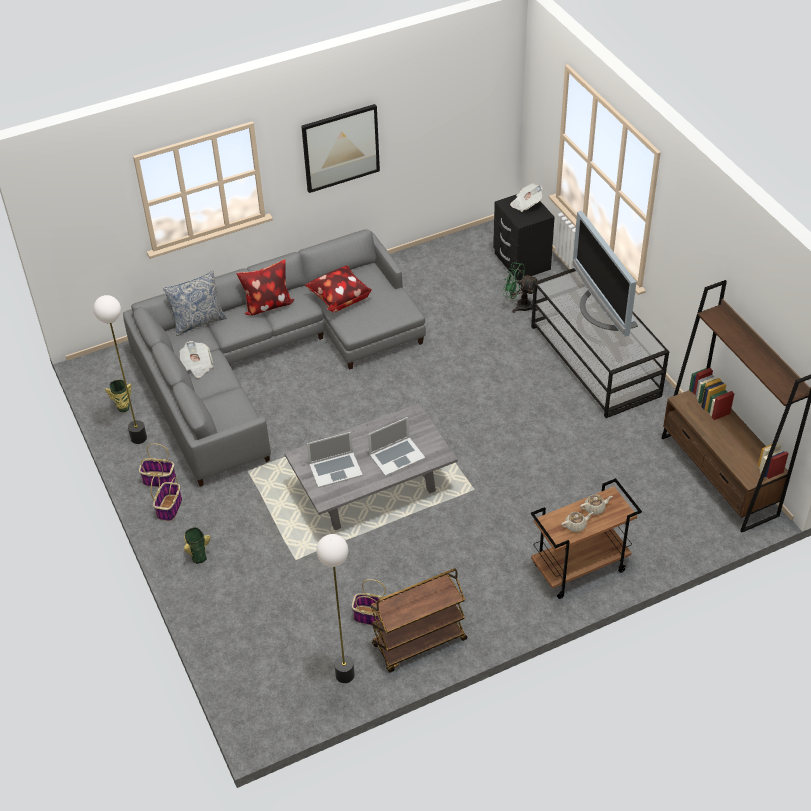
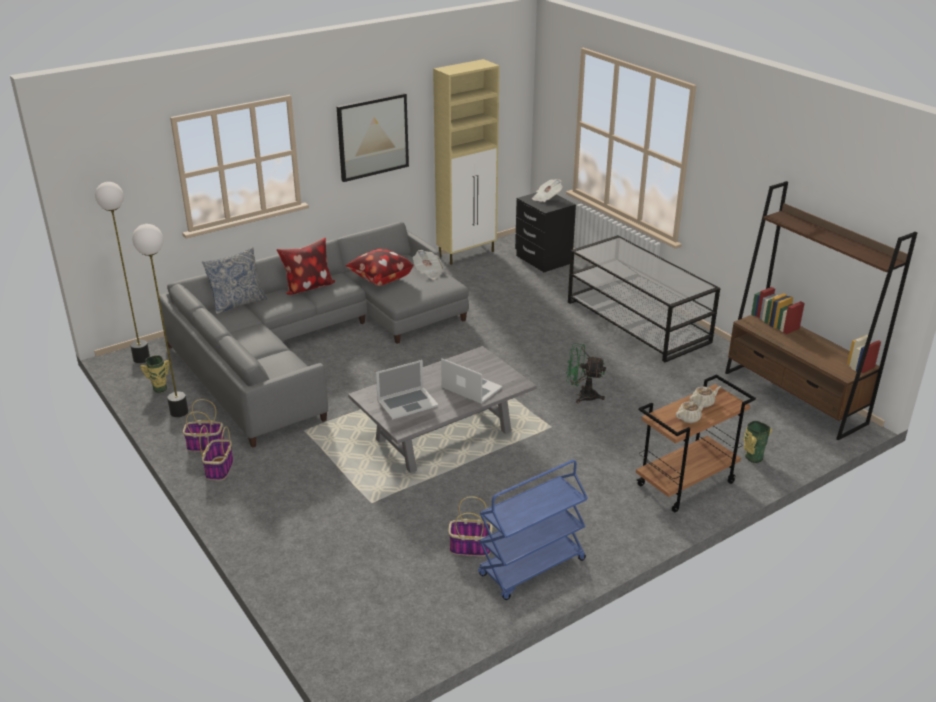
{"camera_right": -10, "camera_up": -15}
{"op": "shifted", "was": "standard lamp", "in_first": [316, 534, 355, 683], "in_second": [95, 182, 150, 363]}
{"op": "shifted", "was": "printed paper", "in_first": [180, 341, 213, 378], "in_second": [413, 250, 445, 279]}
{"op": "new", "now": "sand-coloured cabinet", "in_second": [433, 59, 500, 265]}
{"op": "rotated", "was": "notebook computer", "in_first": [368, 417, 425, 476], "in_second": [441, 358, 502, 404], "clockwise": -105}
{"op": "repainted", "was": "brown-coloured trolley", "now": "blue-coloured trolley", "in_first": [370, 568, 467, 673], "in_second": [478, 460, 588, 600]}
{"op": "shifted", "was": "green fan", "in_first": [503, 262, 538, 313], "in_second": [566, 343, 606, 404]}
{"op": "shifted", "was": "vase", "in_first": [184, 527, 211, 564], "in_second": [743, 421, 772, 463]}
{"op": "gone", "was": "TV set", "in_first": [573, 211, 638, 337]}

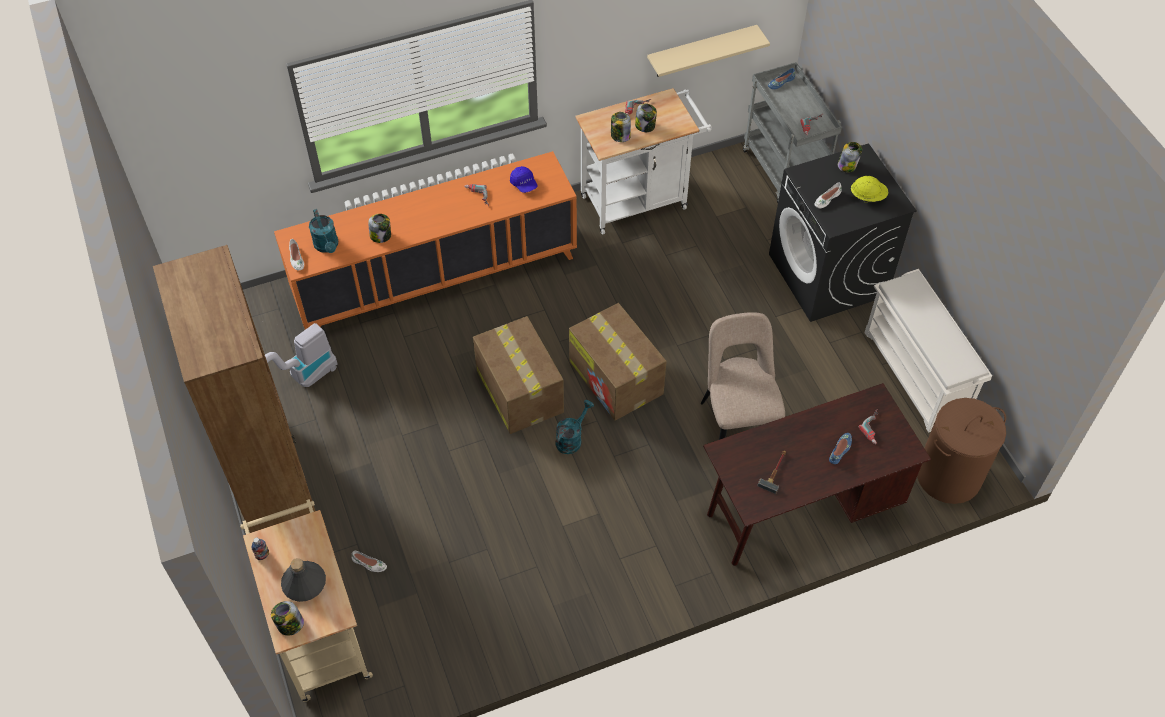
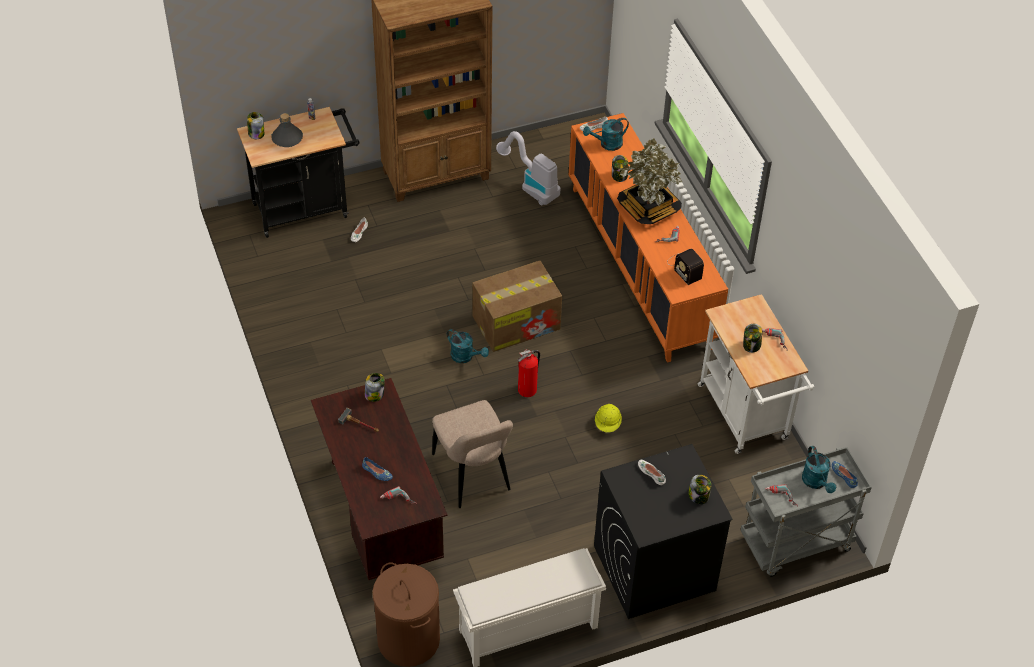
{"camera_right": 90, "camera_up": -5}
{"op": "repainted", "was": "sand-coloured trolley", "now": "blackish trolley", "in_first": [240, 499, 373, 702], "in_second": [237, 107, 359, 238]}
{"op": "shifted", "was": "storage jar", "in_first": [611, 112, 631, 142], "in_second": [365, 373, 385, 402]}
{"op": "rotated", "was": "sand-coloured plain chair", "in_first": [701, 312, 785, 440], "in_second": [432, 400, 513, 508], "clockwise": 75}
{"op": "swapped", "was": "packing box", "now": "extinguisher", "in_first": [569, 303, 667, 421], "in_second": [518, 349, 540, 397]}
{"op": "shifted", "was": "yellow hard hat", "in_first": [851, 176, 889, 203], "in_second": [595, 404, 622, 433]}
{"op": "new", "now": "houseplant", "in_second": [617, 138, 682, 224]}
{"op": "swapped", "was": "blue-coloured cap", "now": "radio", "in_first": [510, 166, 538, 193], "in_second": [667, 249, 704, 285]}
{"op": "new", "now": "turquoise-coloured watering pot", "in_second": [802, 446, 836, 493]}
{"op": "gone", "was": "sand-coloured shelf", "in_first": [647, 25, 770, 77]}

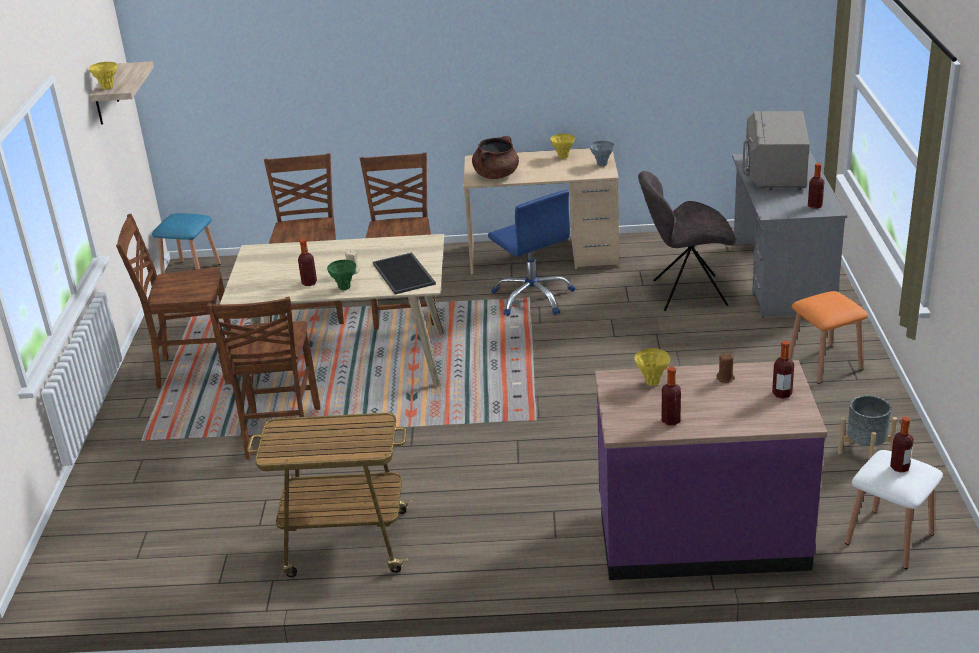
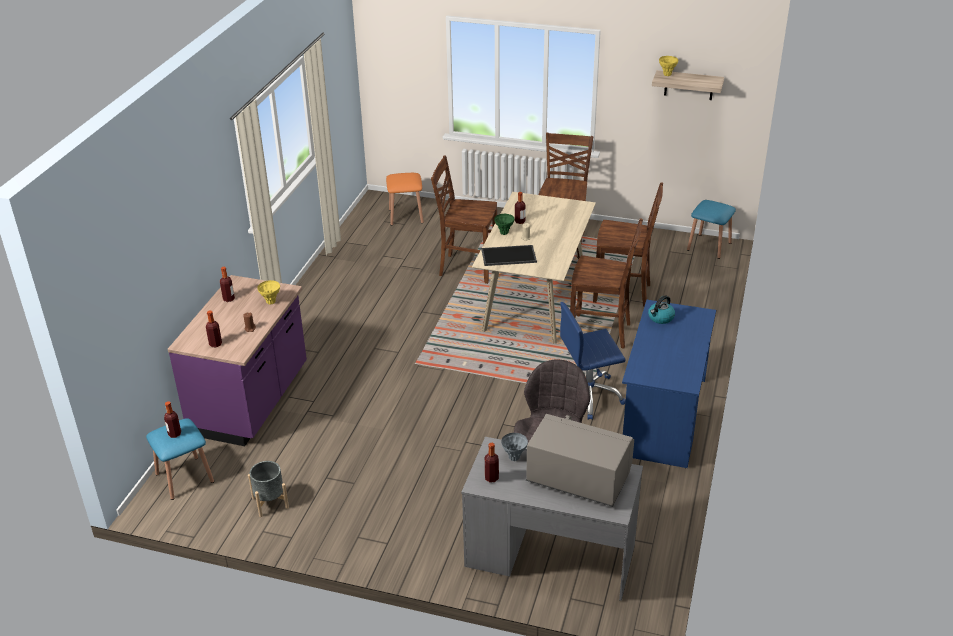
{"camera_right": 105, "camera_up": 5}
{"op": "repainted", "was": "white sitting stool", "now": "blue-coloured sitting stool", "in_first": [845, 450, 943, 569], "in_second": [146, 418, 214, 500]}
{"op": "shifted", "was": "orange-coloured sitting stool", "in_first": [789, 291, 868, 384], "in_second": [386, 173, 424, 226]}
{"op": "shifted", "was": "grey vase", "in_first": [590, 141, 614, 166], "in_second": [501, 433, 528, 461]}
{"op": "repainted", "was": "sand-coloured desk unit", "now": "blue-coloured desk unit", "in_first": [464, 148, 619, 275], "in_second": [622, 300, 716, 468]}
{"op": "swapped", "was": "brown-coloured cooking pot", "now": "kettle", "in_first": [472, 136, 519, 179], "in_second": [648, 296, 675, 324]}
{"op": "gone", "was": "trolley", "in_first": [247, 413, 413, 578]}
{"op": "gone", "was": "yellow vase", "in_first": [550, 134, 575, 159]}

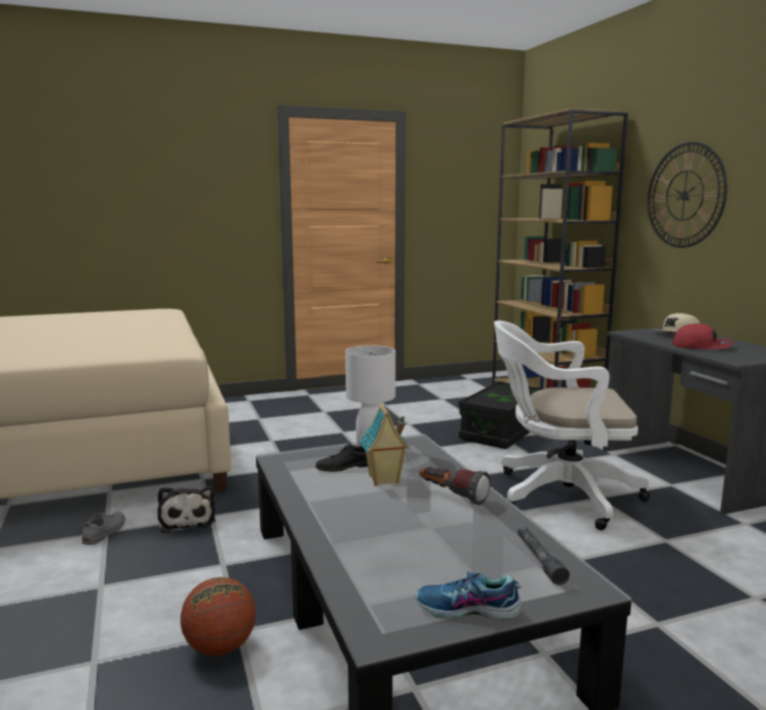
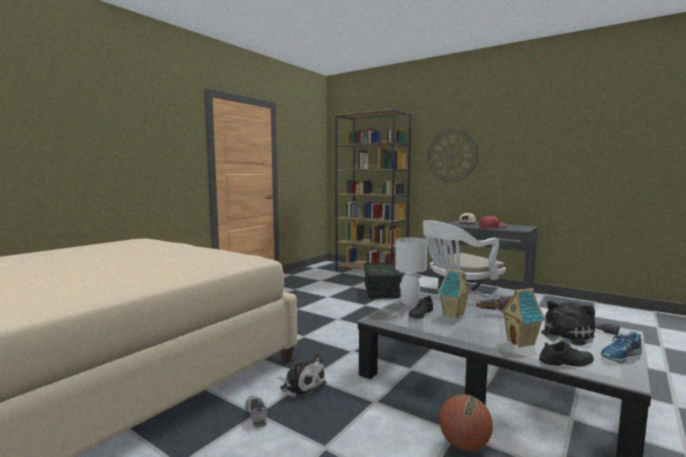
{"camera_right": -35, "camera_up": -5}
{"op": "new", "now": "toy house", "in_second": [501, 288, 545, 347]}
{"op": "new", "now": "blackish item of footwear", "in_second": [539, 341, 594, 367]}
{"op": "new", "now": "plush toy", "in_second": [541, 301, 595, 346]}

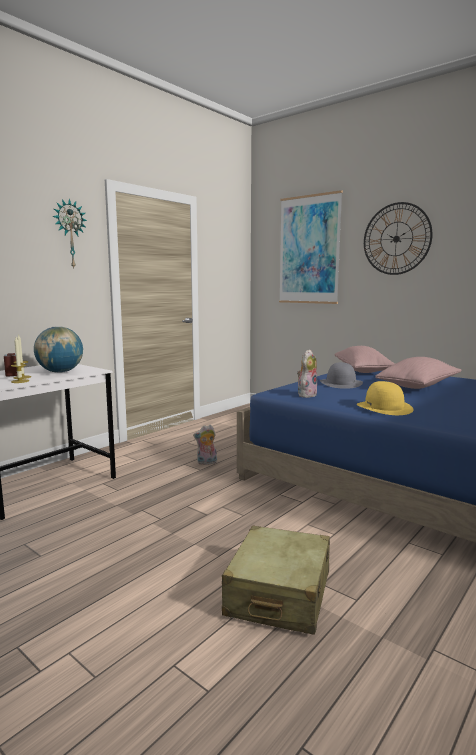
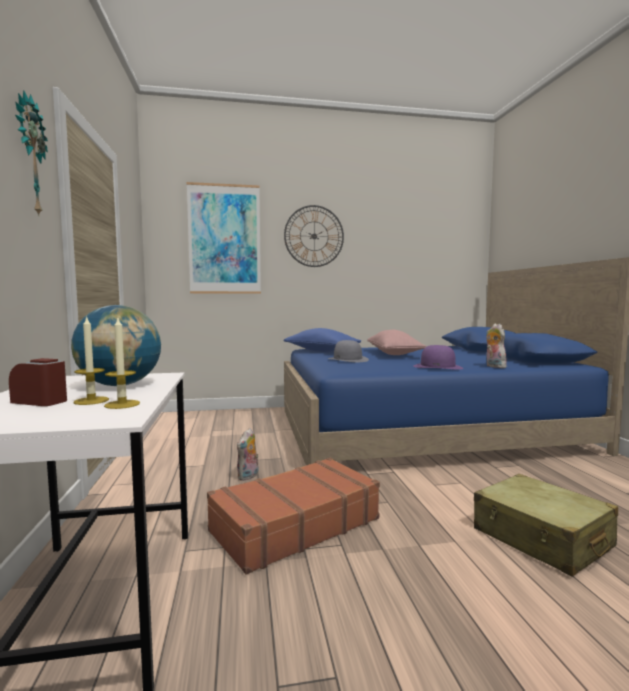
{"camera_right": -50, "camera_up": -5}
{"op": "new", "now": "brown-coloured suitcase", "in_second": [207, 457, 380, 575]}
{"op": "repainted", "was": "pinkish pillow", "now": "blue-coloured pillow", "in_first": [335, 346, 395, 373], "in_second": [284, 328, 361, 352]}
{"op": "repainted", "was": "yellow clothing hat", "now": "purple clothing hat", "in_first": [356, 381, 413, 415], "in_second": [413, 345, 463, 370]}
{"op": "shifted", "was": "plush toy", "in_first": [297, 349, 317, 398], "in_second": [486, 324, 507, 368]}

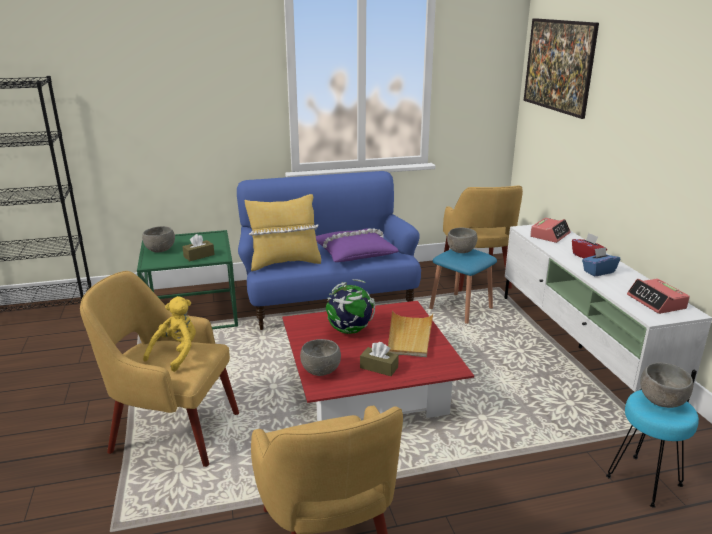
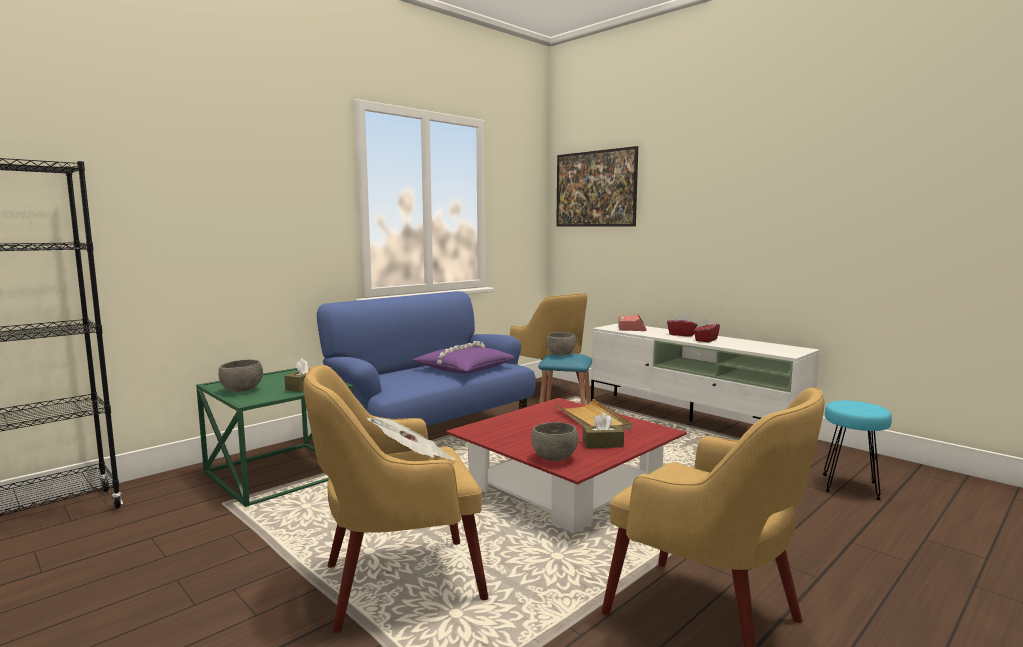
{"camera_right": -30, "camera_up": -15}
{"op": "swapped", "was": "yellow plush toy", "now": "printed paper", "in_first": [143, 296, 196, 372], "in_second": [367, 418, 456, 460]}
{"op": "repainted", "was": "blue-coloured tissue holder", "now": "red tissue holder", "in_first": [582, 247, 620, 277], "in_second": [693, 318, 720, 342]}
{"op": "gone", "was": "yellow pillow", "in_first": [245, 194, 321, 271]}
{"op": "gone", "was": "desk globe", "in_first": [326, 279, 375, 334]}
{"op": "gone", "was": "table clock", "in_first": [627, 278, 690, 314]}
{"op": "gone", "was": "grey bowl", "in_first": [640, 362, 693, 408]}

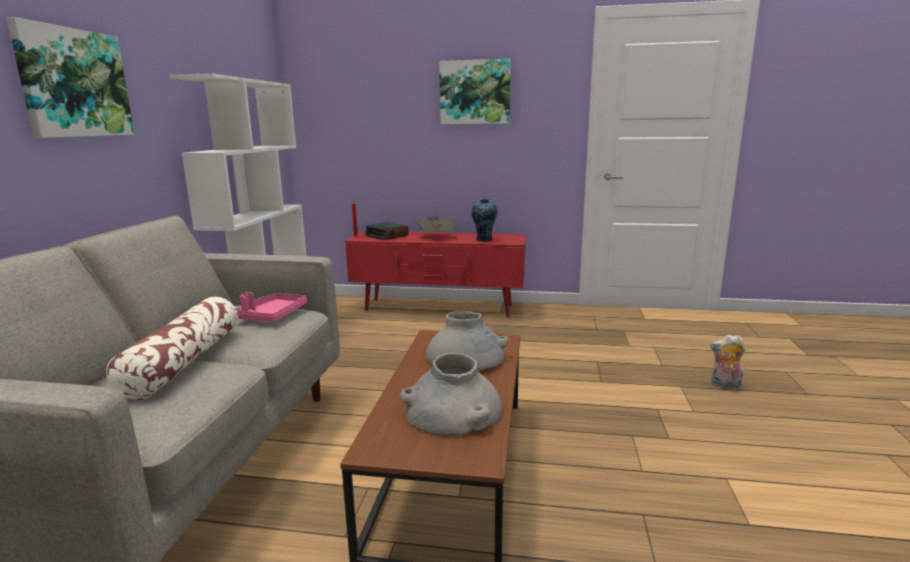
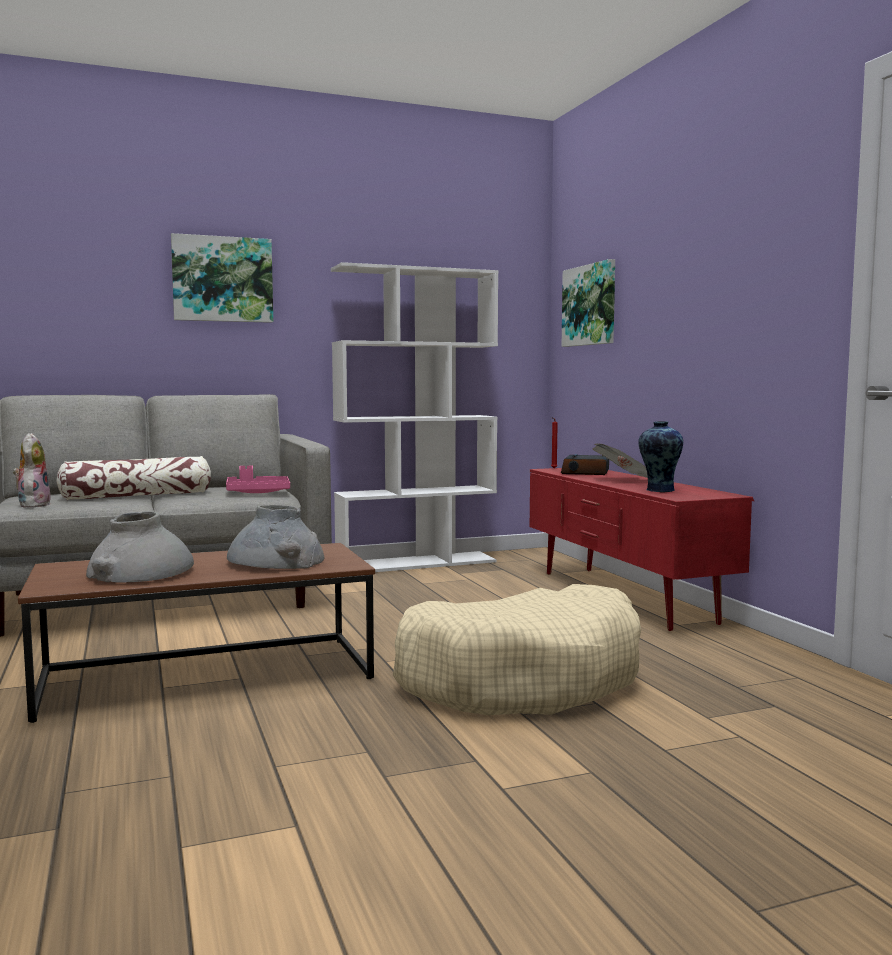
{"camera_right": 60, "camera_up": -10}
{"op": "shifted", "was": "plush toy", "in_first": [710, 335, 746, 390], "in_second": [13, 433, 51, 508]}
{"op": "new", "now": "sand-coloured pet bed", "in_second": [393, 584, 641, 715]}
{"op": "shifted", "was": "wall picture", "in_first": [439, 59, 511, 124], "in_second": [562, 259, 615, 347]}

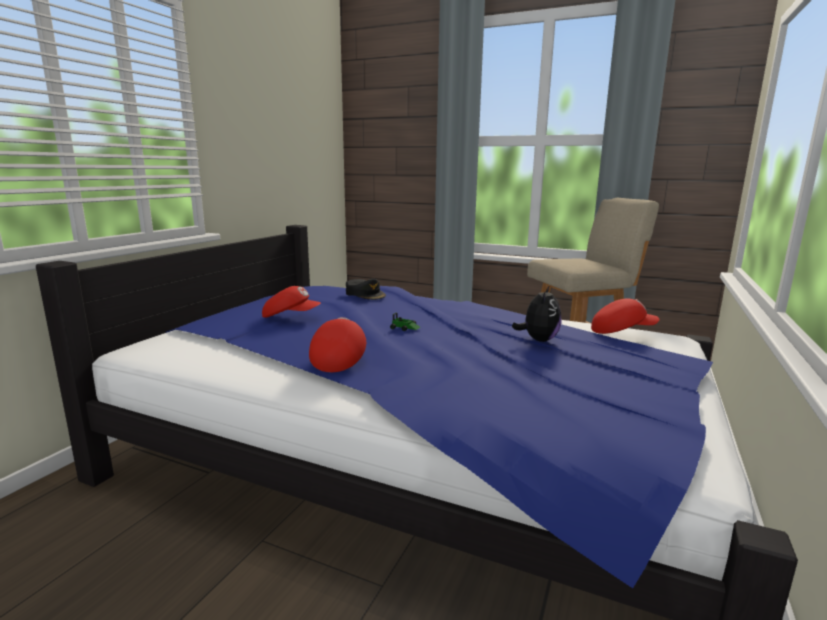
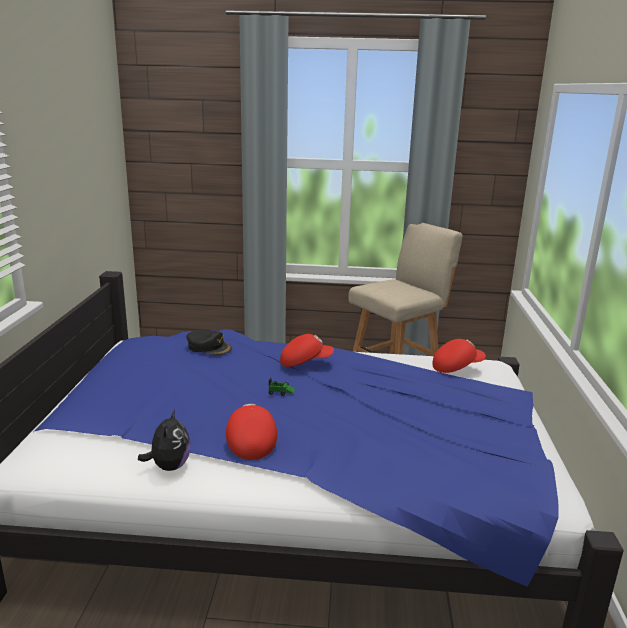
{"camera_right": -20, "camera_up": 5}
{"op": "shifted", "was": "plush toy", "in_first": [512, 285, 561, 342], "in_second": [138, 409, 191, 471]}
{"op": "shifted", "was": "red cap", "in_first": [262, 286, 321, 318], "in_second": [280, 334, 334, 367]}

